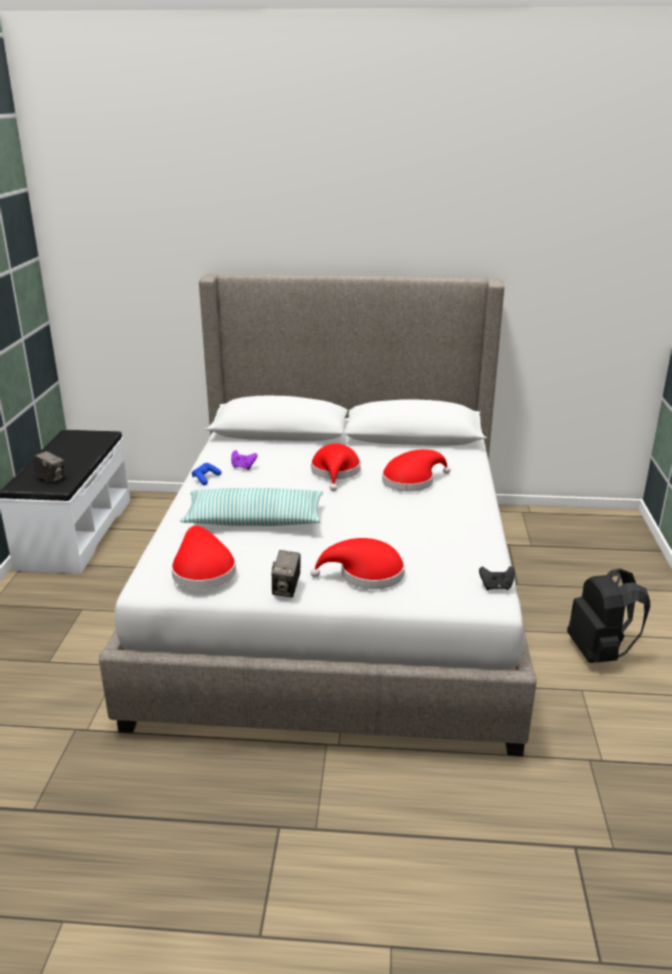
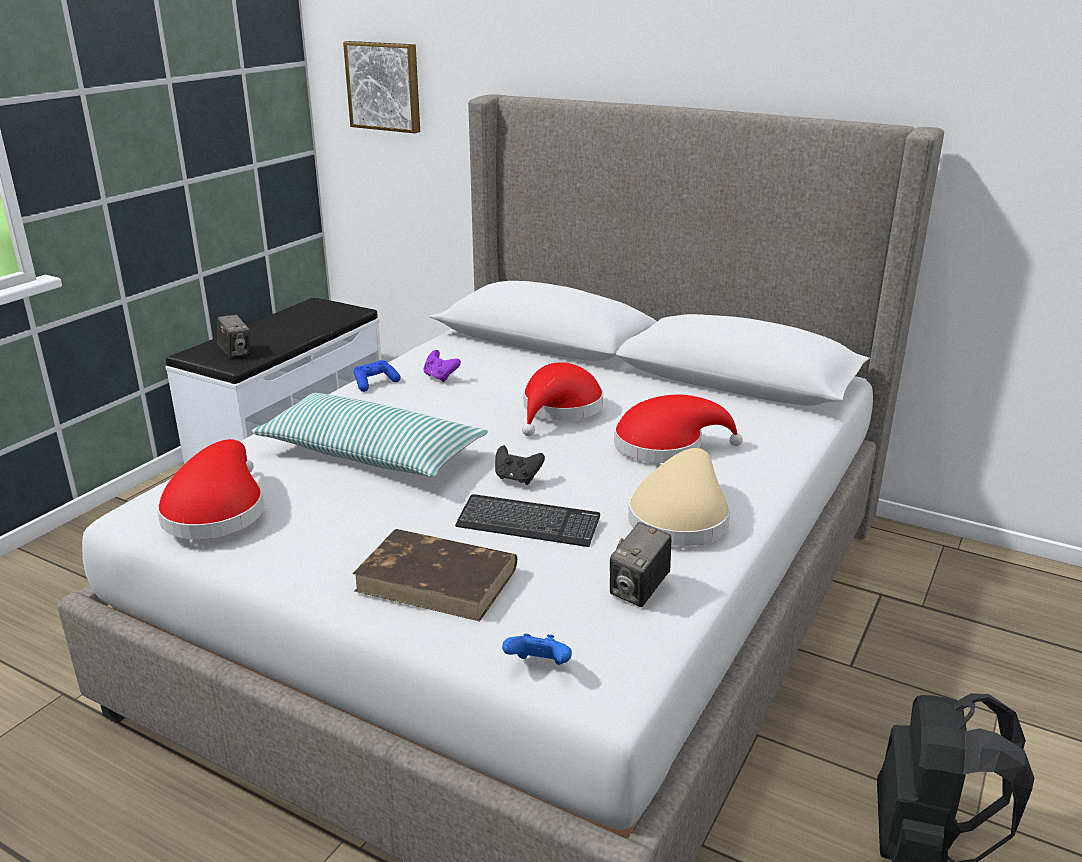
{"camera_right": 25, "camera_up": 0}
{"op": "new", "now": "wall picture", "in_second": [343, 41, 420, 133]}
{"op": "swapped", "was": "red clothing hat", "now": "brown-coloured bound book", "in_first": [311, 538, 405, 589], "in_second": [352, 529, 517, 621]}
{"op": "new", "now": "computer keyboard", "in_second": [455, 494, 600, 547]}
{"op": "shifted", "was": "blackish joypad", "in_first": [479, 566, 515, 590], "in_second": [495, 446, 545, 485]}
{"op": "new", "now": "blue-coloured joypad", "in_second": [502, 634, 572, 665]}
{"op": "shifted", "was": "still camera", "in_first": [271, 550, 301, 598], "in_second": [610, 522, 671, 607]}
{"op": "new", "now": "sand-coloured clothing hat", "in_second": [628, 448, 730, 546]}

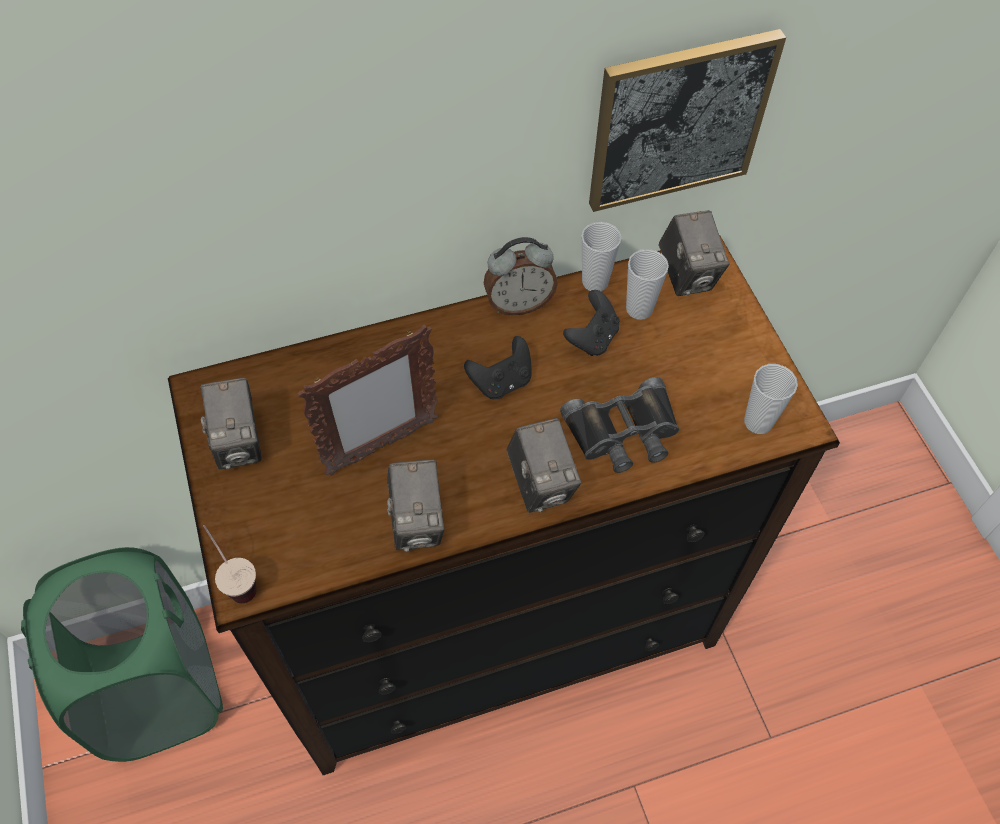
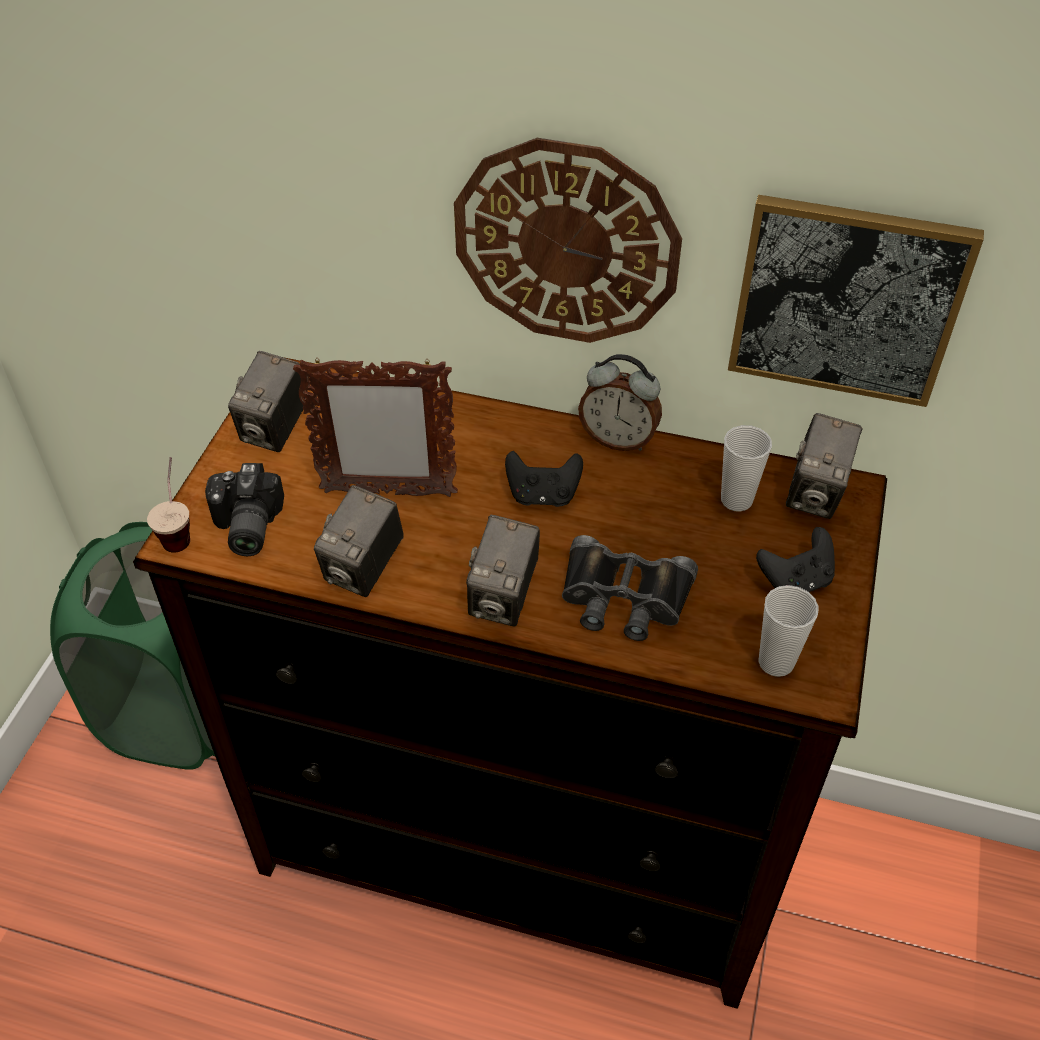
{"camera_right": 35, "camera_up": -10}
{"op": "new", "now": "still camera", "in_second": [205, 463, 284, 556]}
{"op": "new", "now": "wall clock", "in_second": [454, 138, 682, 343]}
{"op": "shifted", "was": "blackish joypad", "in_first": [563, 290, 620, 356], "in_second": [756, 527, 835, 592]}
{"op": "gone", "was": "drinking cup", "in_first": [582, 222, 621, 291]}

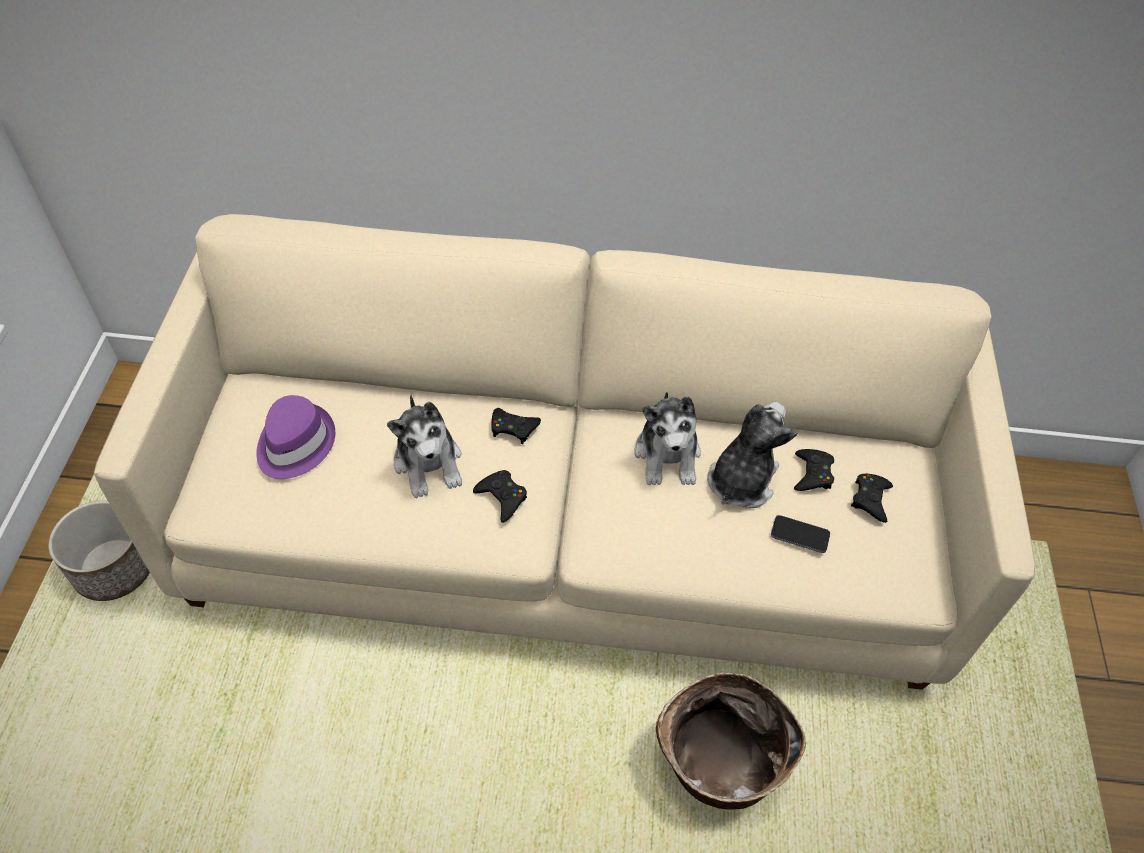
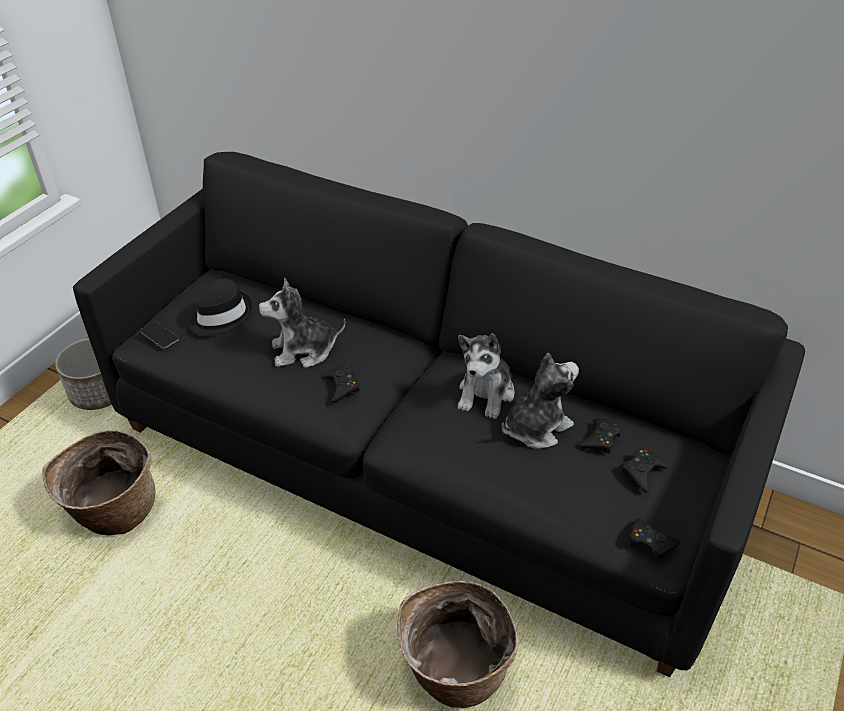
{"camera_right": 25, "camera_up": -10}
{"op": "new", "now": "storage basket", "in_second": [42, 430, 155, 536]}
{"op": "repainted", "was": "sand-coloured settee", "now": "blackish settee", "in_first": [94, 214, 1035, 690], "in_second": [73, 152, 805, 677]}
{"op": "shifted", "was": "handset", "in_first": [771, 515, 830, 553], "in_second": [140, 322, 179, 349]}
{"op": "repainted", "was": "purple clothing hat", "now": "blackish clothing hat", "in_first": [256, 395, 335, 479], "in_second": [190, 278, 252, 336]}
{"op": "rotated", "was": "plush toy", "in_first": [387, 395, 462, 498], "in_second": [258, 278, 346, 368], "clockwise": 75}
{"op": "shifted", "was": "blackish joypad", "in_first": [492, 408, 541, 444], "in_second": [630, 518, 680, 561]}

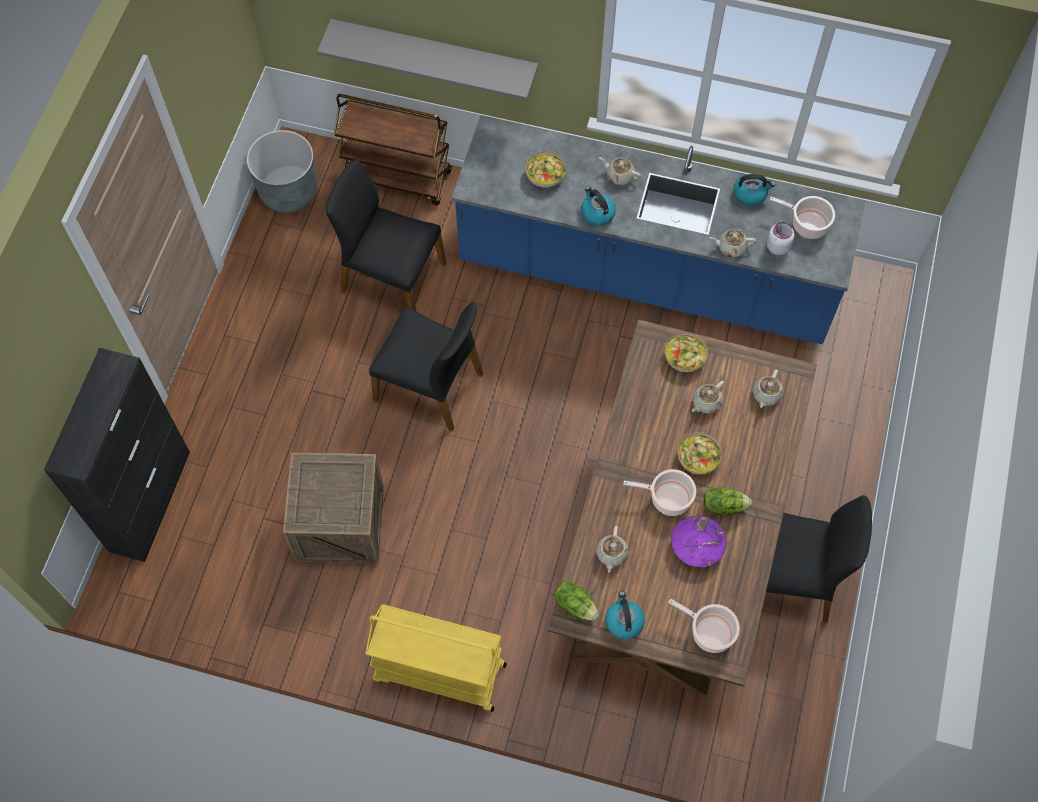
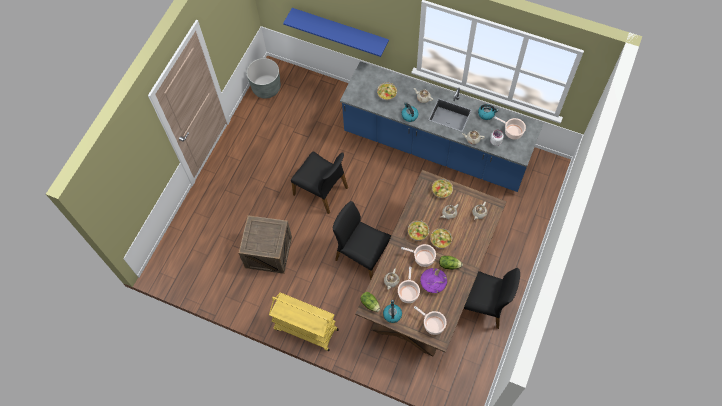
{"camera_right": 10, "camera_up": 0}
{"op": "repainted", "was": "grey shelf", "now": "blue-coloured shelf", "in_first": [317, 19, 538, 100], "in_second": [283, 8, 389, 57]}
{"op": "shifted", "was": "blackish plain chair", "in_first": [326, 160, 446, 312], "in_second": [333, 201, 391, 280]}
{"op": "new", "now": "cooking pot", "in_second": [398, 267, 420, 303]}
{"op": "new", "now": "bowl", "in_second": [408, 220, 429, 241]}
{"op": "gone", "was": "blackish cabinet", "in_first": [44, 348, 190, 562]}
{"op": "gone", "was": "brown-coloured trolley", "in_first": [334, 94, 452, 205]}

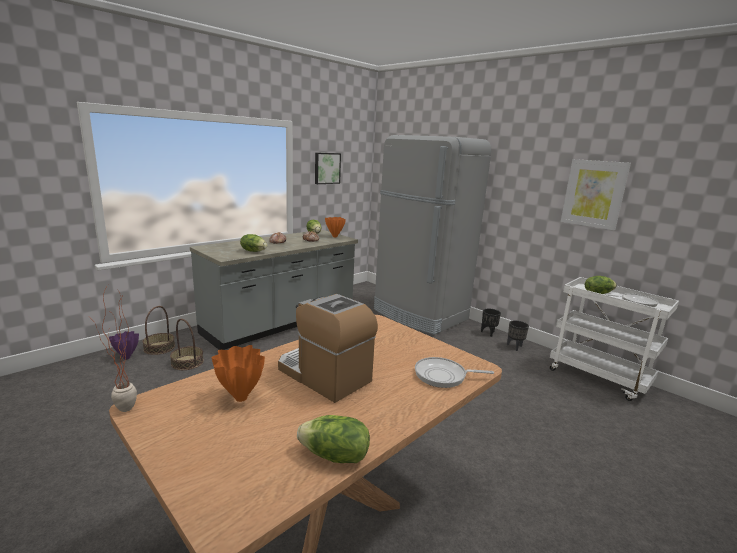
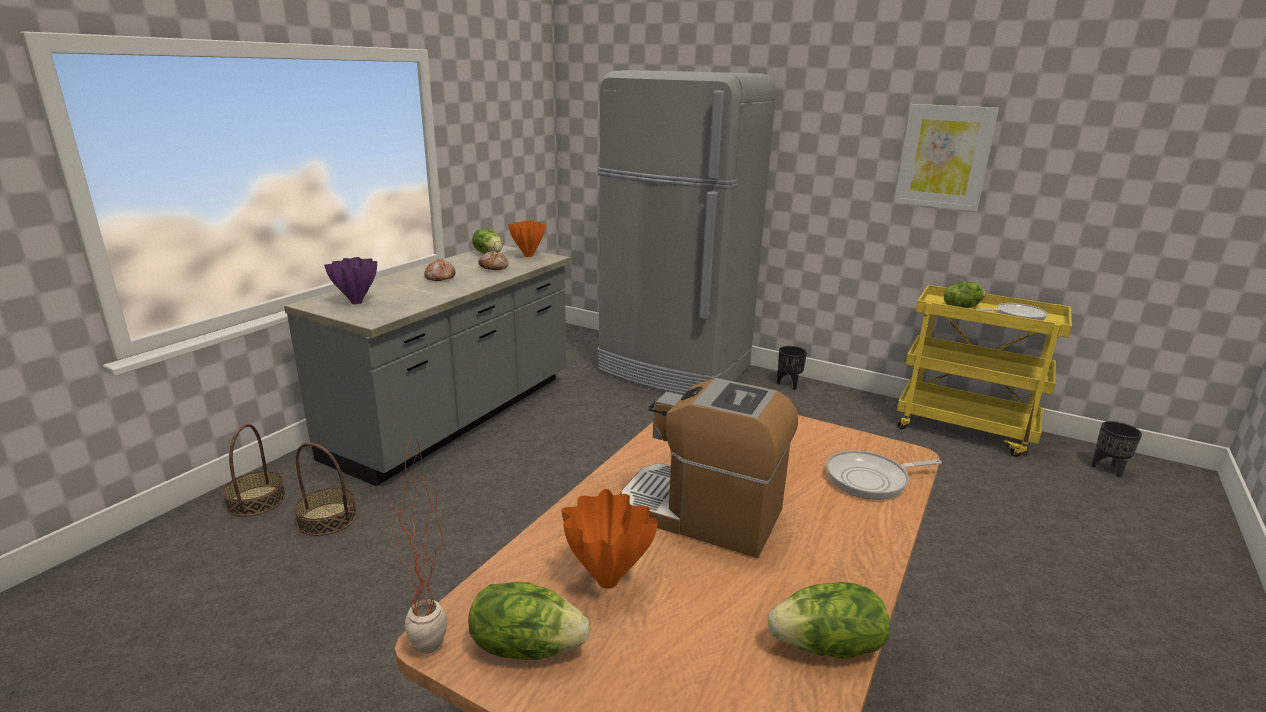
{"camera_right": -15, "camera_up": 5}
{"op": "shifted", "was": "purple vase", "in_first": [109, 331, 139, 359], "in_second": [324, 257, 377, 304]}
{"op": "shifted", "was": "lettuce head", "in_first": [240, 234, 268, 252], "in_second": [468, 582, 590, 660]}
{"op": "repainted", "was": "white trolley", "now": "yellow trolley", "in_first": [550, 277, 679, 401], "in_second": [897, 285, 1072, 457]}
{"op": "shifted", "was": "blackish planter", "in_first": [507, 320, 529, 351], "in_second": [1091, 421, 1142, 477]}
{"op": "gone", "was": "wall picture", "in_first": [315, 153, 341, 184]}

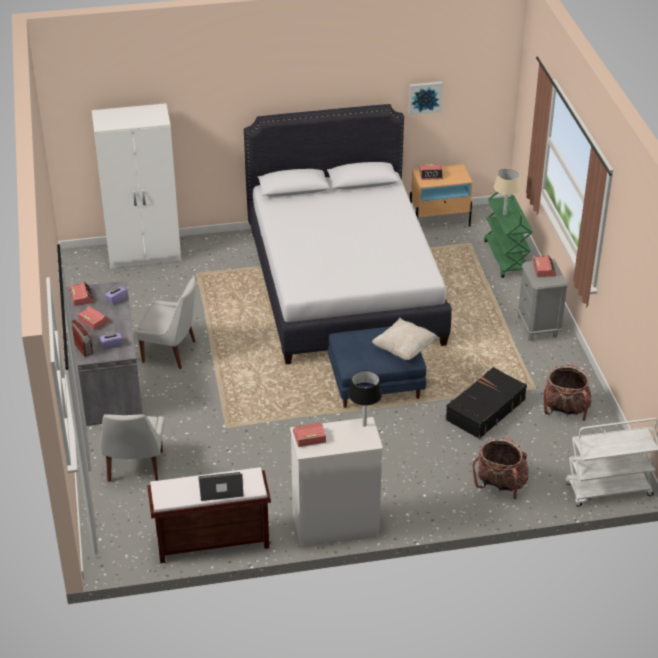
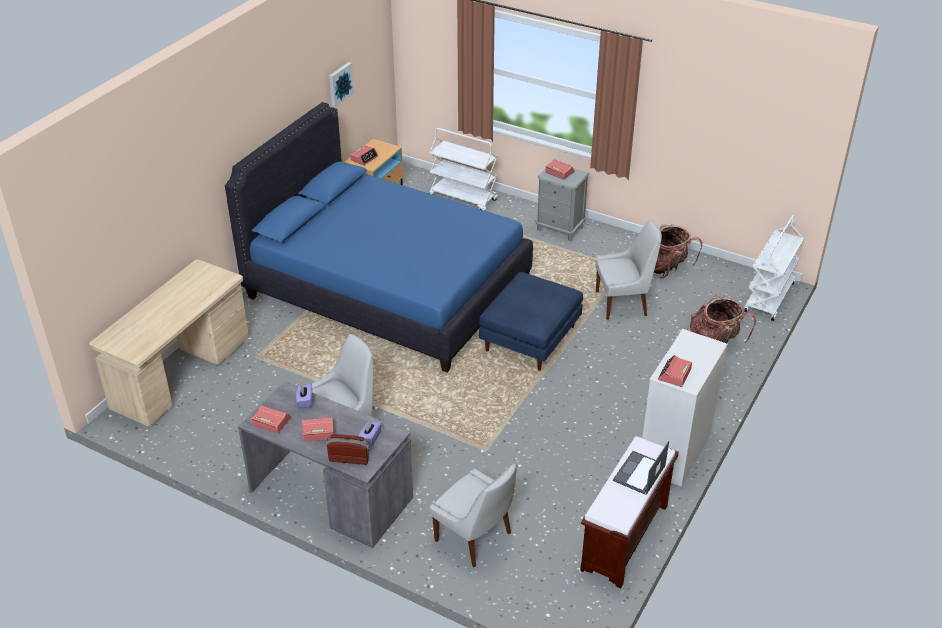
{"camera_right": -50, "camera_up": 0}
{"op": "swapped", "was": "white clothes cupboard", "now": "sand-coloured desk unit", "in_first": [92, 103, 181, 269], "in_second": [89, 259, 249, 427]}
{"op": "repainted", "was": "white bedroom bed", "now": "blue-coloured bedroom bed", "in_first": [244, 104, 452, 365], "in_second": [225, 102, 533, 372]}
{"op": "repainted", "was": "green trolley", "now": "white trolley", "in_first": [484, 192, 533, 278], "in_second": [429, 128, 498, 211]}
{"op": "swapped", "was": "blackish suitcase", "now": "white plain chair", "in_first": [446, 367, 527, 439], "in_second": [596, 220, 662, 320]}
{"op": "gone", "was": "blackish tabletop lamp", "in_first": [348, 370, 382, 427]}
{"op": "gone", "was": "sand-coloured pillow", "in_first": [372, 318, 438, 360]}
{"op": "gone", "was": "sand-coloured tabletop lamp", "in_first": [494, 169, 520, 215]}

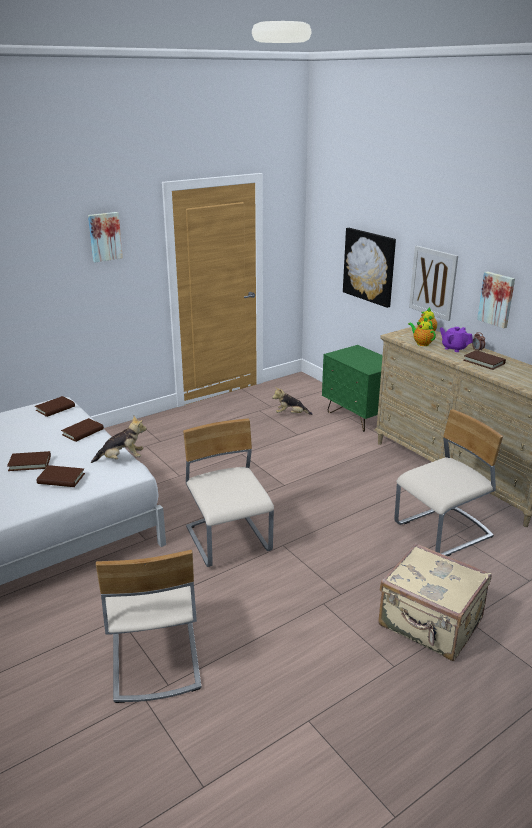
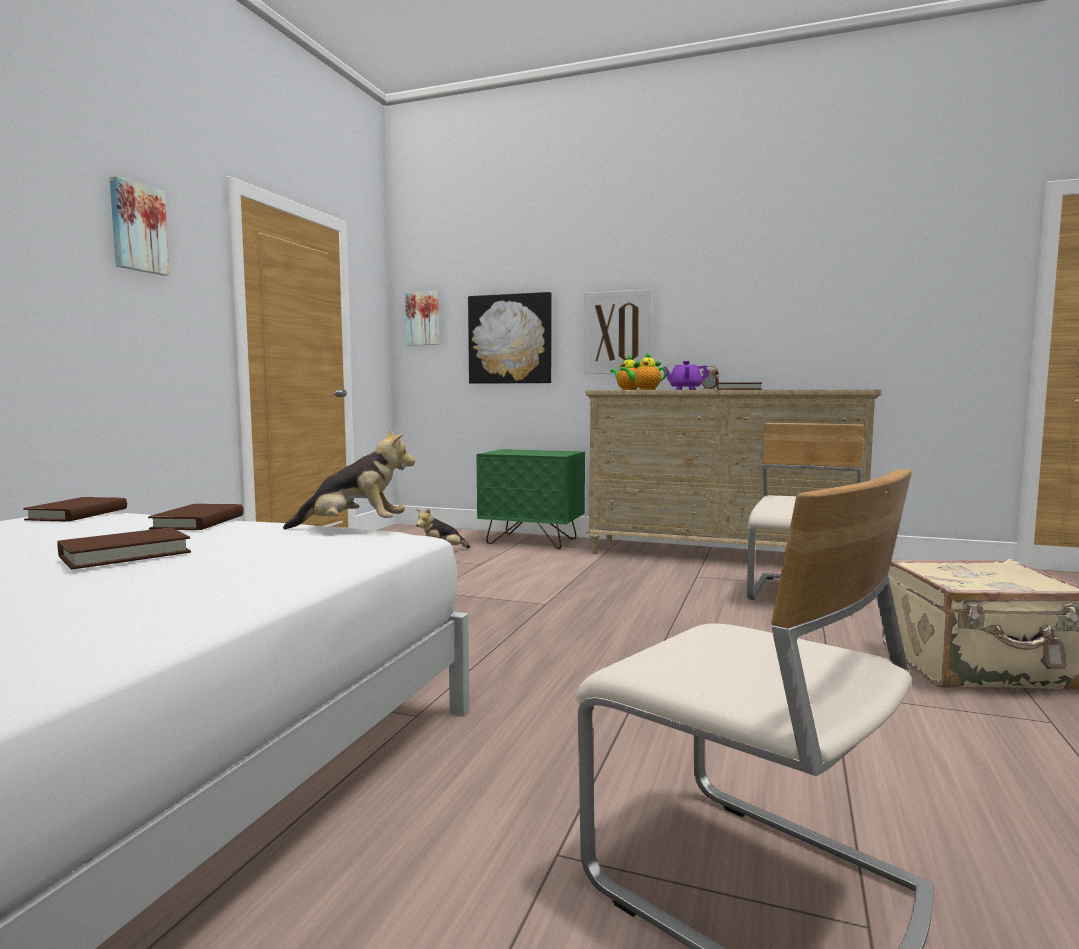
{"camera_right": -35, "camera_up": -20}
{"op": "rotated", "was": "plush toy", "in_first": [91, 416, 147, 463], "in_second": [283, 429, 415, 530], "clockwise": 45}
{"op": "shifted", "was": "wall picture", "in_first": [477, 271, 515, 328], "in_second": [405, 291, 439, 346]}
{"op": "gone", "was": "brown-coloured bound book", "in_first": [37, 465, 85, 487]}
{"op": "gone", "was": "sand-coloured plain chair", "in_first": [183, 418, 274, 567]}

